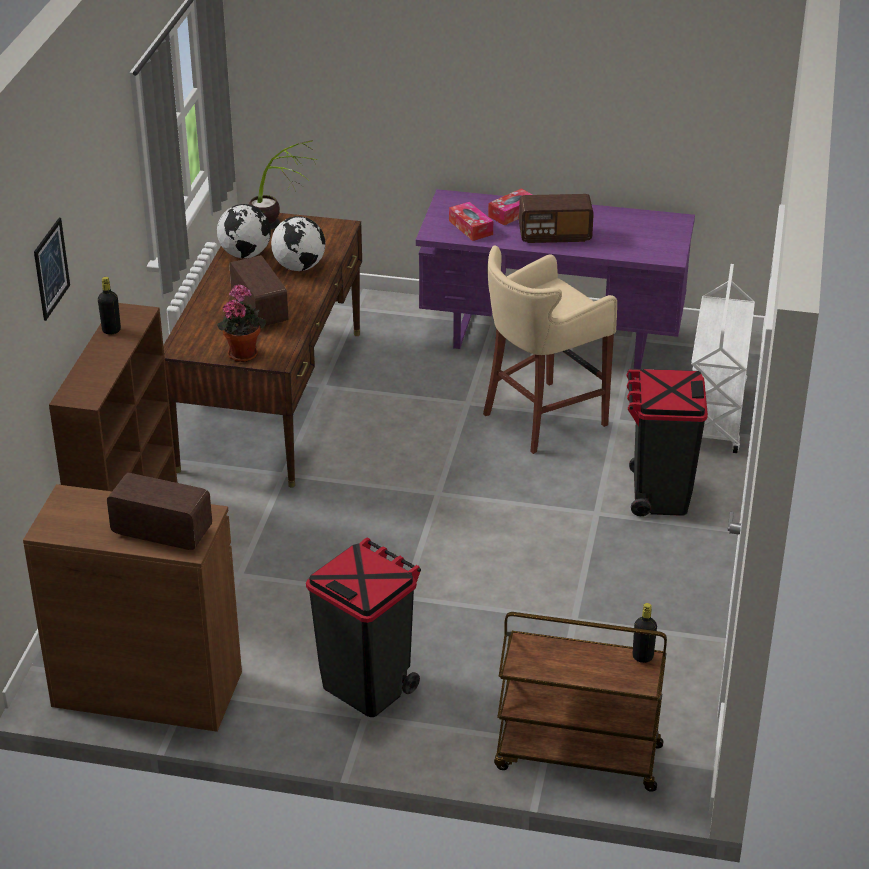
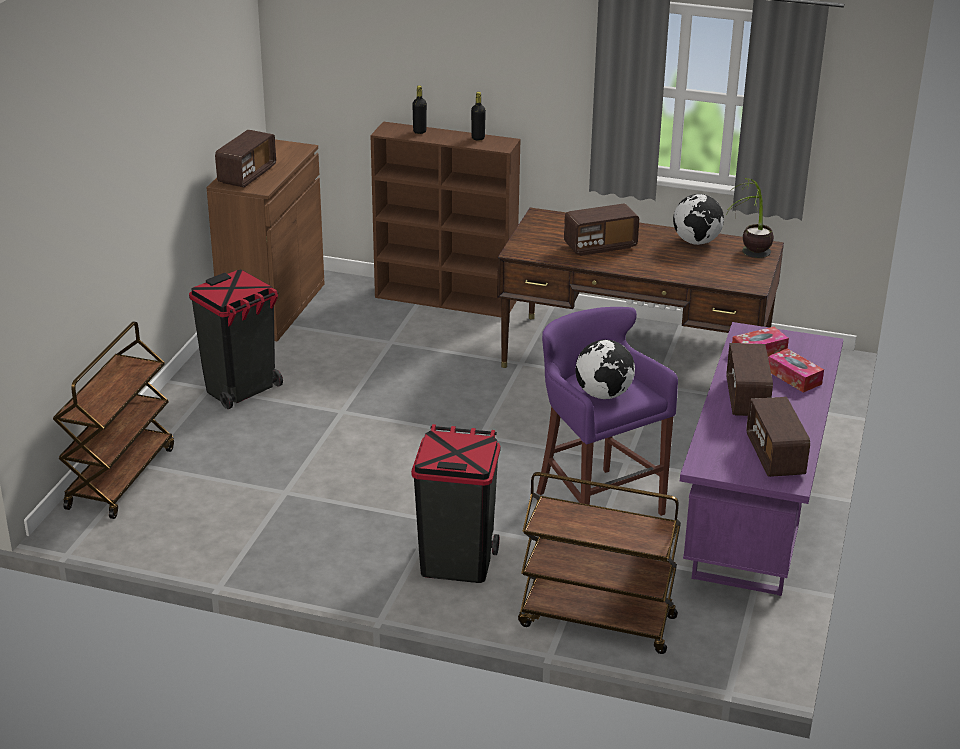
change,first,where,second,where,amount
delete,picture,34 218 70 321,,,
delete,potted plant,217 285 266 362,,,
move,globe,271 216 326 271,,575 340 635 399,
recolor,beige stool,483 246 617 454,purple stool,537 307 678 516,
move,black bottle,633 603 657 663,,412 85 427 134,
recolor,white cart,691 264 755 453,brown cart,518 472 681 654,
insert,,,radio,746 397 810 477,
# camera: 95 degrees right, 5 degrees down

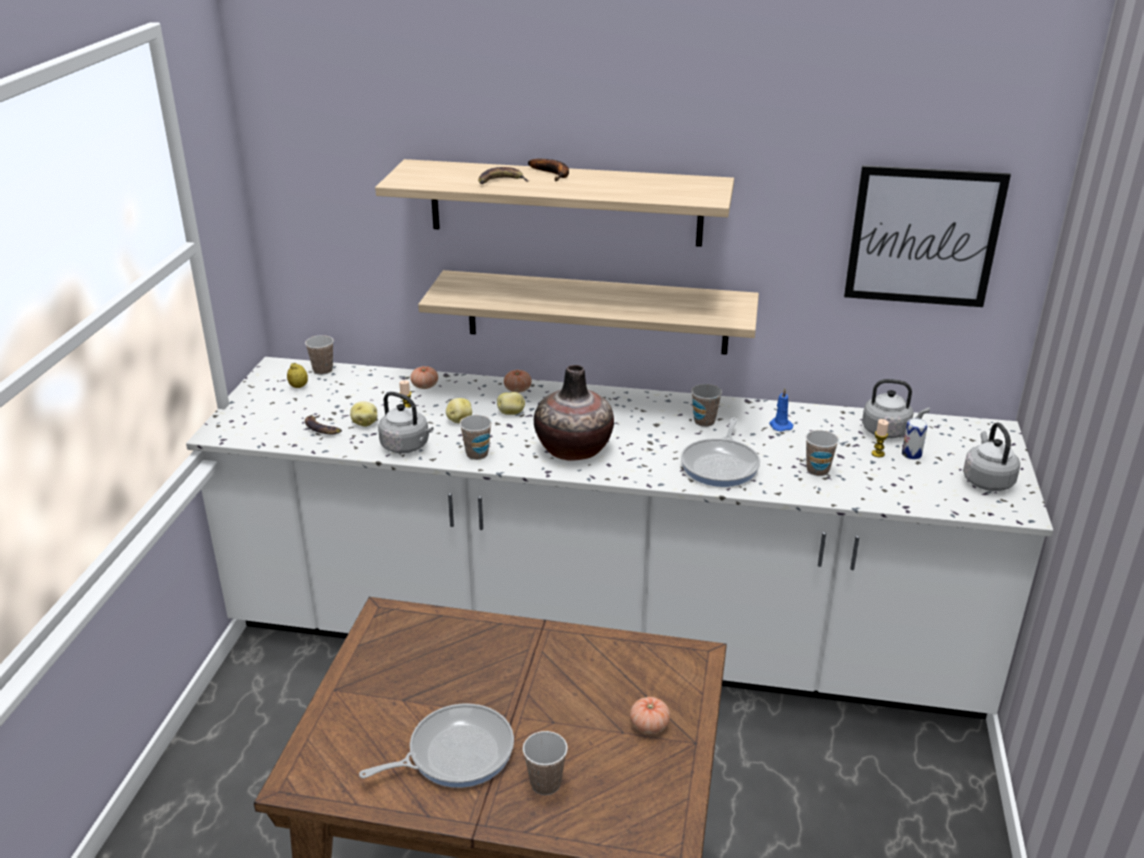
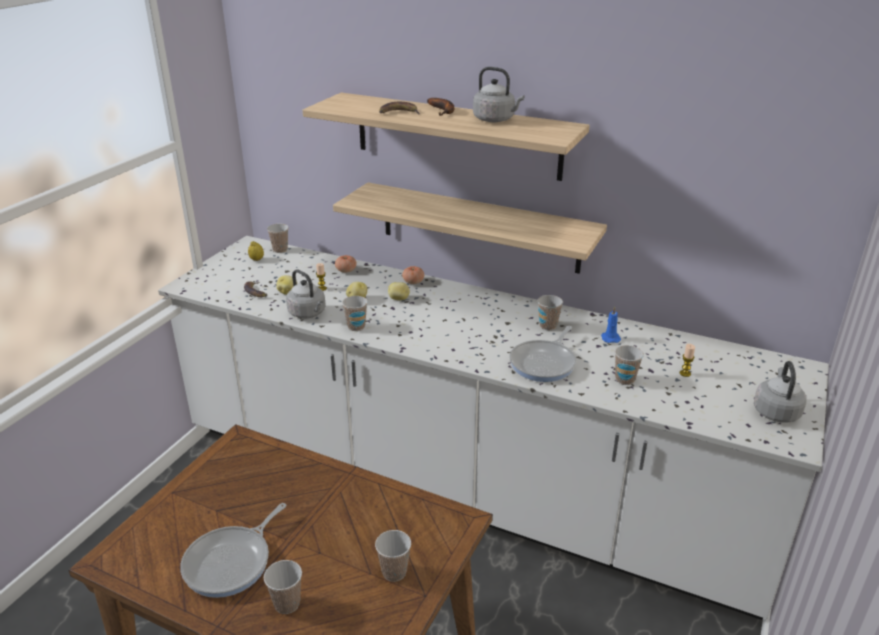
change,first,where,second,where,amount
rotate,frying pan,359 704 514 788,,180 503 286 598,135 degrees clockwise
delete,vase,534 365 614 461,,,
replace,tomato,630 697 670 734,cup,375 530 411 582,
delete,picture,844 165 1011 307,,,
move,grey kettle,862 379 930 438,,473 67 525 122,
delete,can,902 418 928 459,,,
# camera: 15 degrees right, 0 degrees up

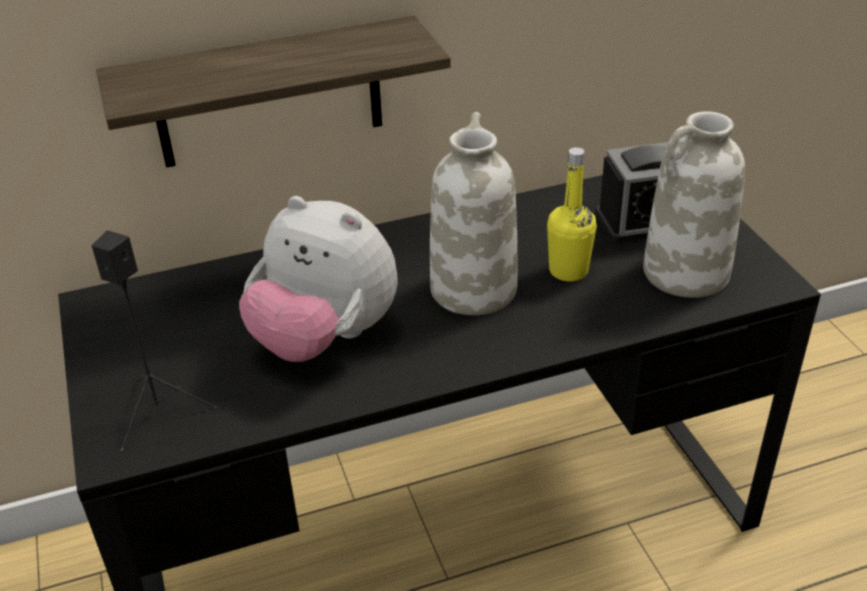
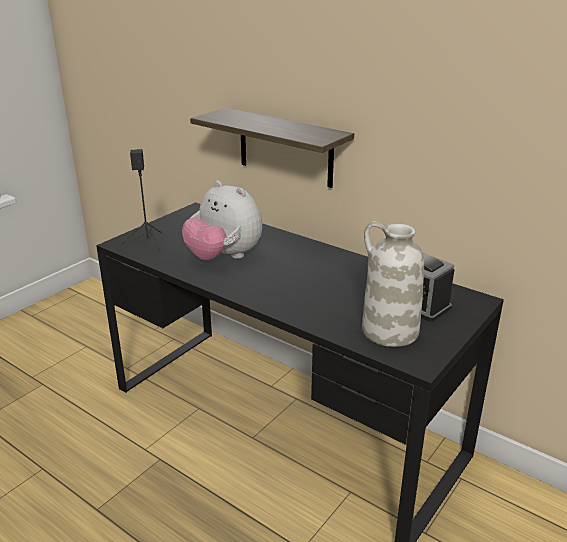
change,first,where,second,where,amount
rotate,plush toy,239 196 398 362,,182 181 262 260,45 degrees counterclockwise
delete,white vase,430 112 518 315,,,
delete,yellow bottle,547 147 597 282,,,
# camera: 55 degrees right, 10 degrees down

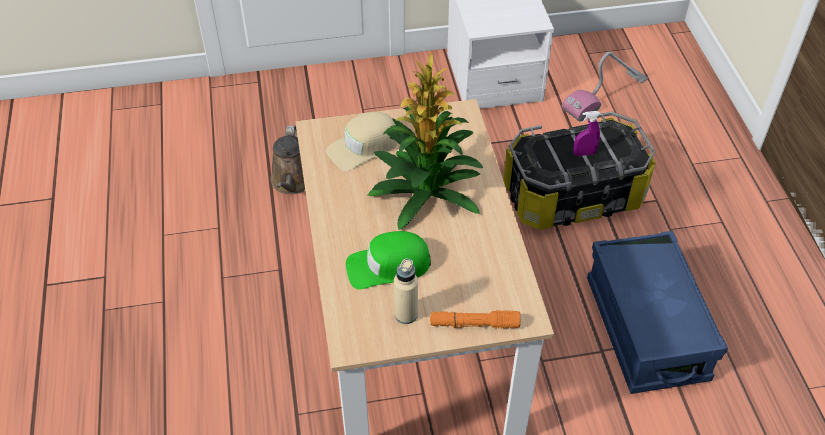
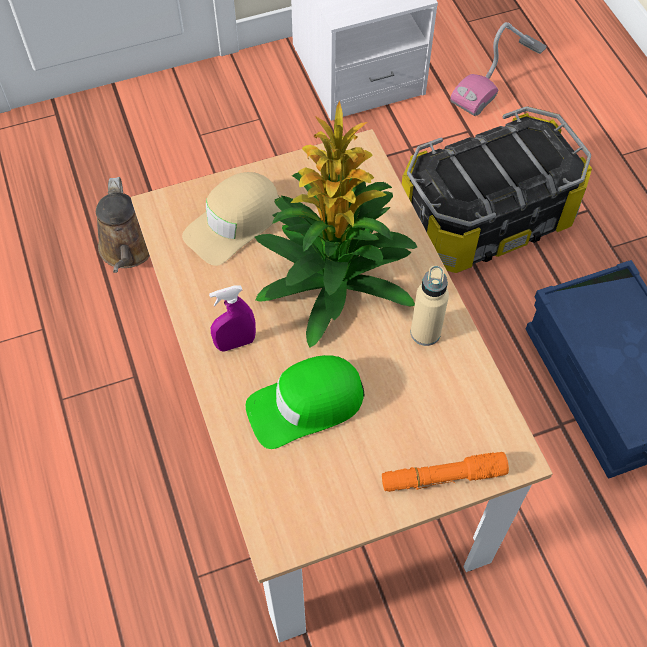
change,first,where,second,where,amount
move,beige bottle,394 258 418 324,,411 266 449 346,
move,purple spray bottle,573 111 600 156,,209 285 256 351,
# camera: 10 degrees left, 10 degrees up

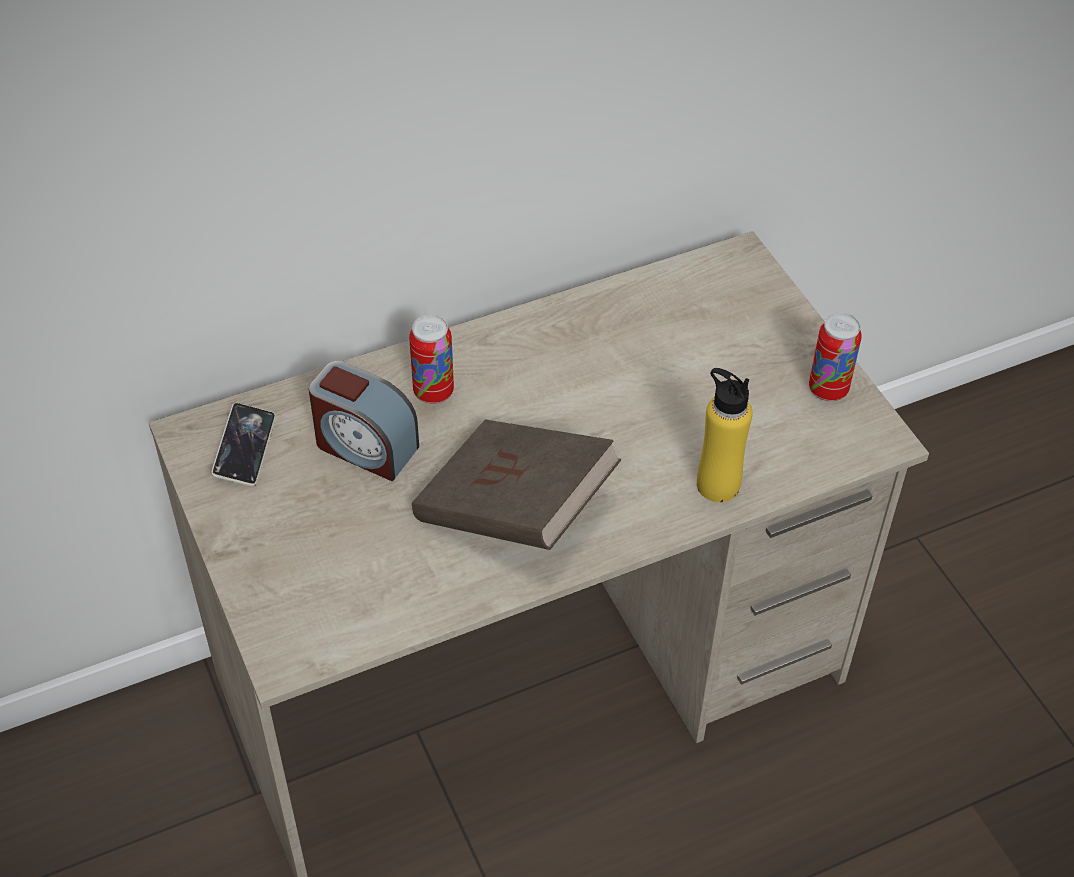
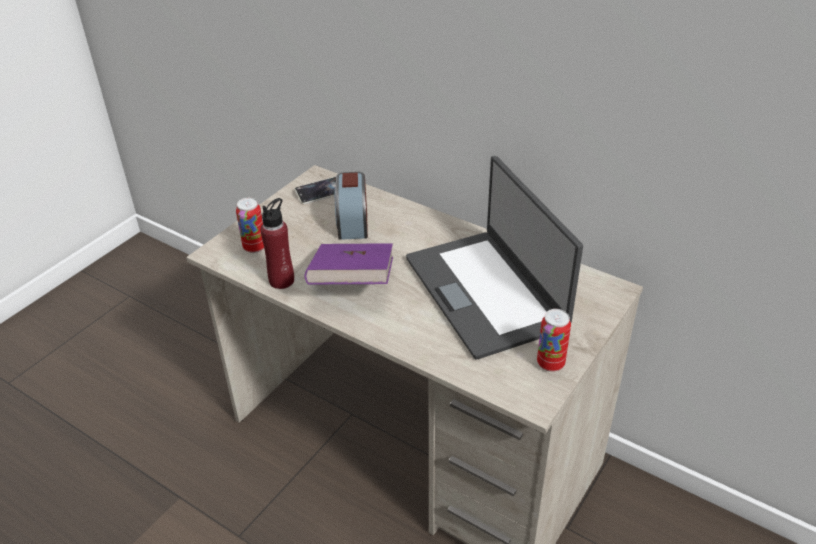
change,first,where,second,where,amount
move,can,409 315 454 404,,236 198 264 253,
recolor,brown book,412 420 621 550,purple book,305 243 393 284,
delete,yellow bottle,697 368 753 502,,,
insert,,,red bottle,260 198 294 289,
insert,,,laptop,406 156 583 360,
# camera: 60 degrees right, 10 degrees down

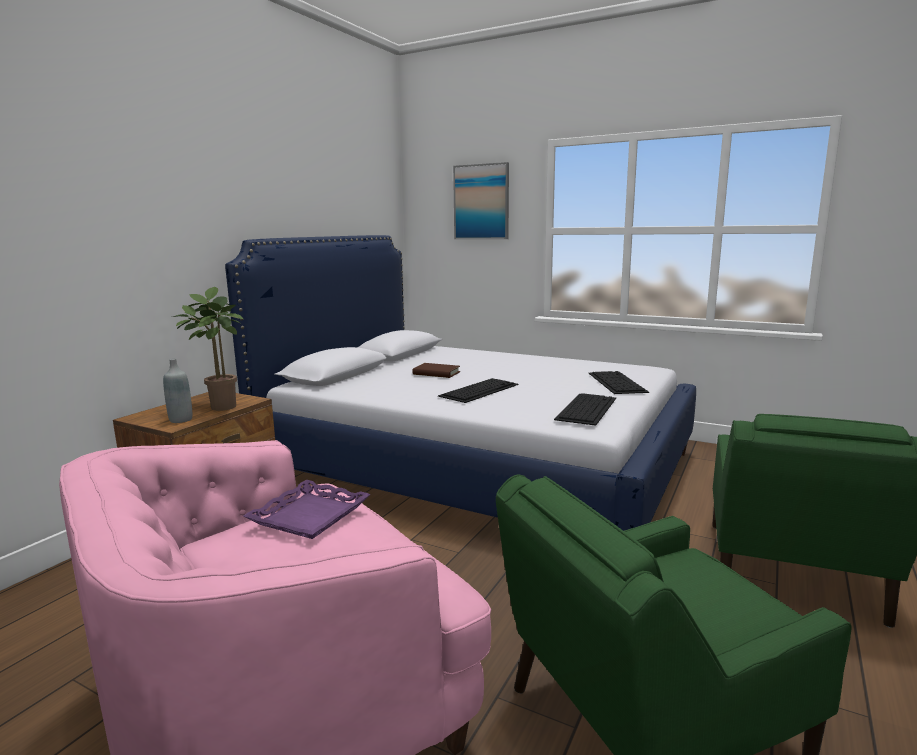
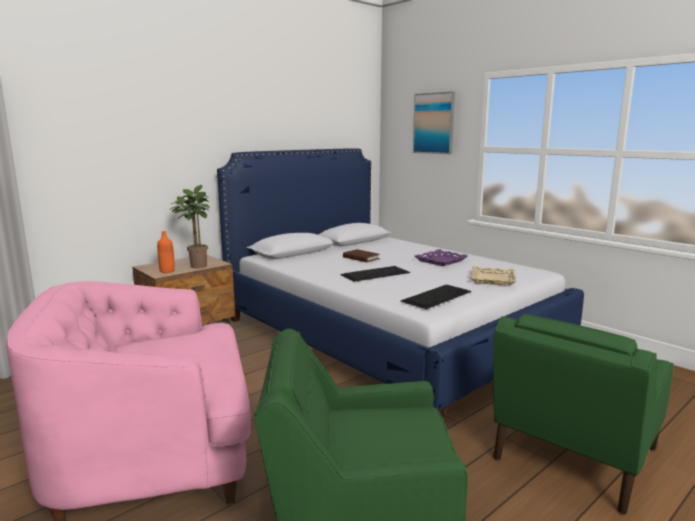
change,first,where,second,where,amount
recolor,grey bottle,163 358 192 423,orange bottle,157 231 175 273,
move,purple tray,243 480 370 539,,415 249 468 266,
replace,keyboard,589 371 649 394,beige tray,471 266 516 286,
# camera: 20 degrees right, 0 degrees up

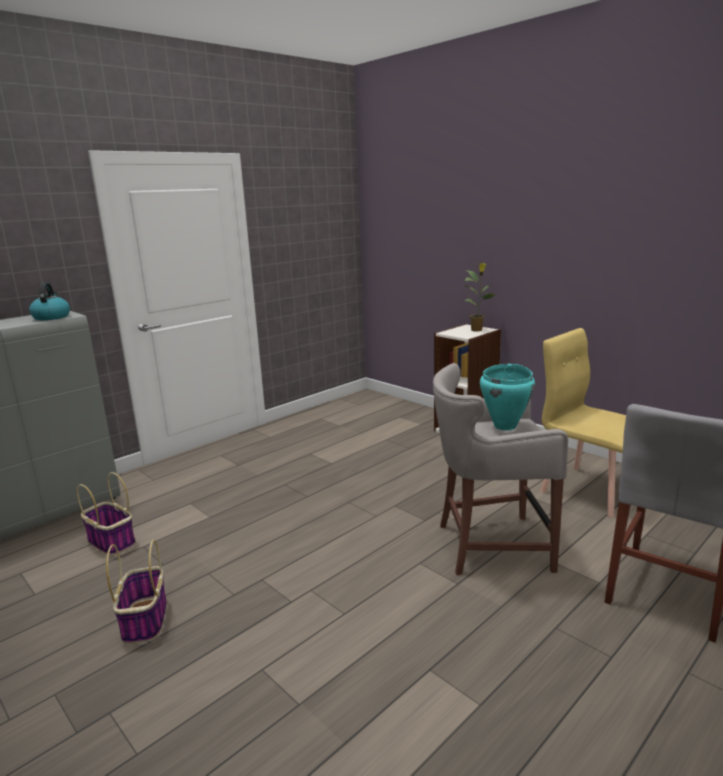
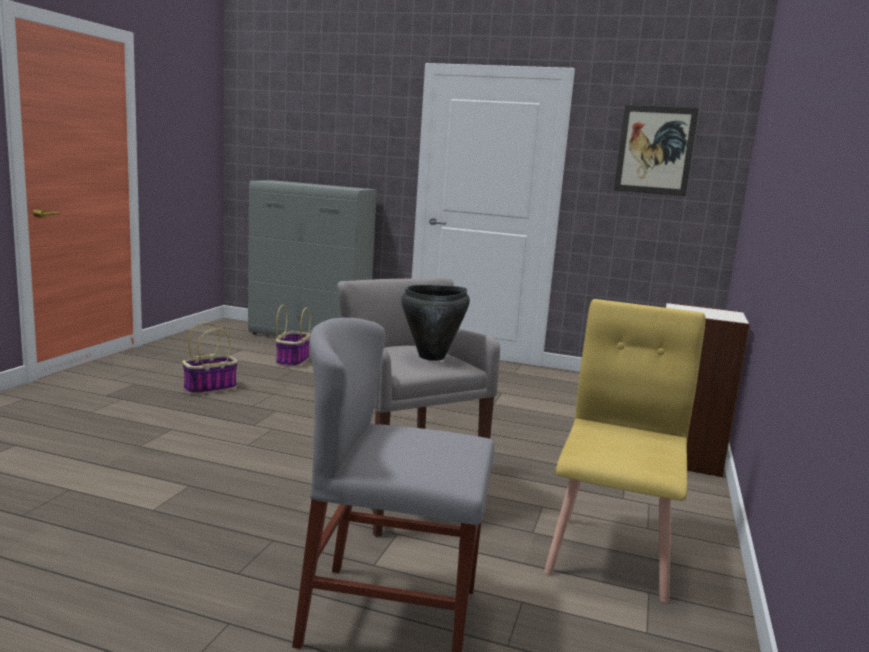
change,first,where,second,where,amount
delete,kettle,29 283 70 320,,,
delete,potted plant,463 263 495 331,,,
recolor,turquoise cooking pot,480 364 535 430,black cooking pot,401 285 470 361,
insert,,,picture,614 105 699 196,
# camera: 60 degrees right, 5 degrees down

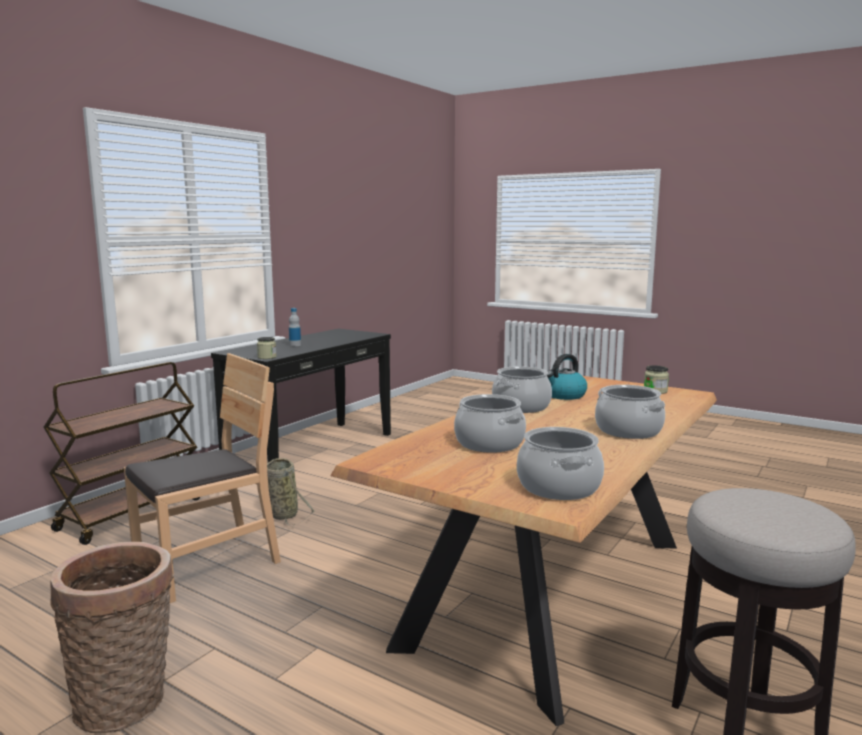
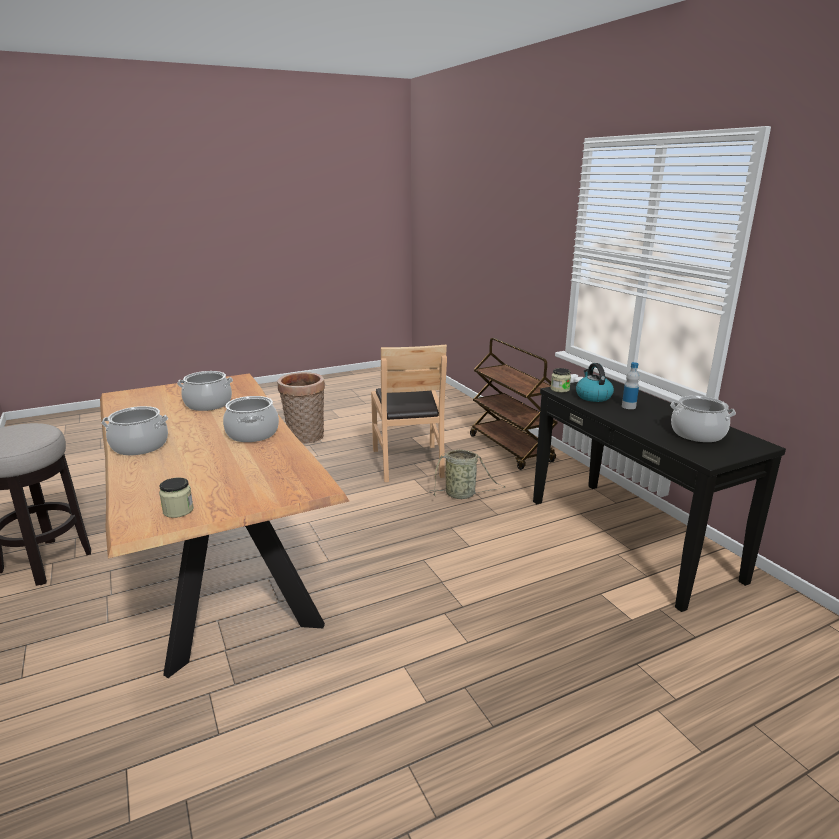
change,first,where,second,where,amount
move,cooking pot,517 427 604 500,,670 396 736 442,
move,kettle,547 354 587 400,,576 363 614 402,
# camera: 120 degrees right, 10 degrees up

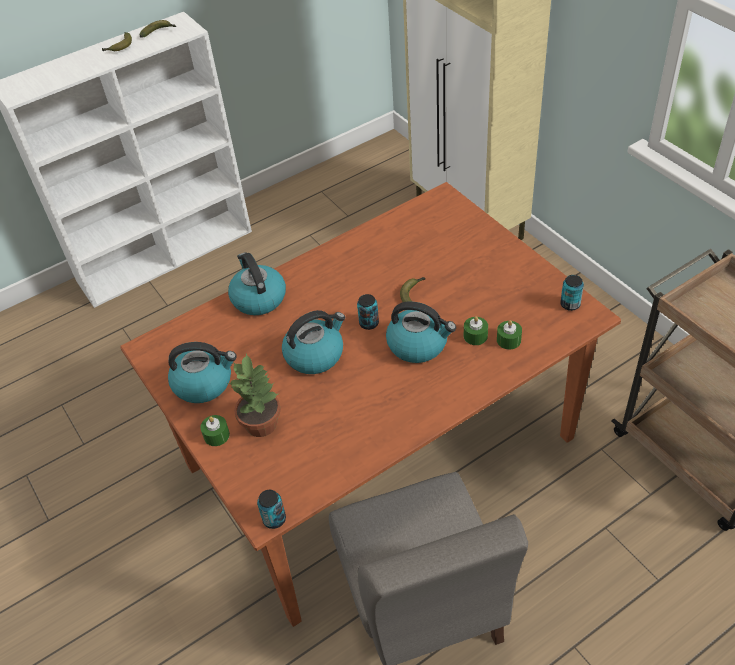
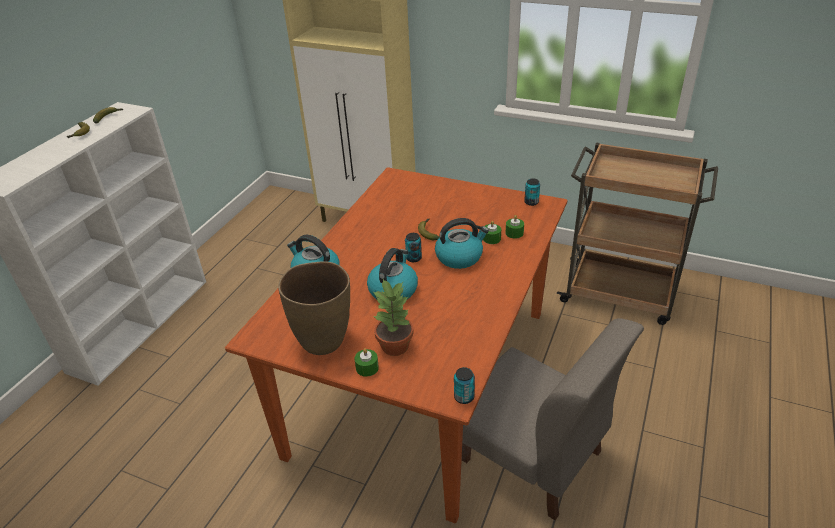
change,first,where,second,where,amount
replace,kettle,168 342 237 403,brown vase,278 261 350 355,
# camera: 35 degrees left, 10 degrees down

